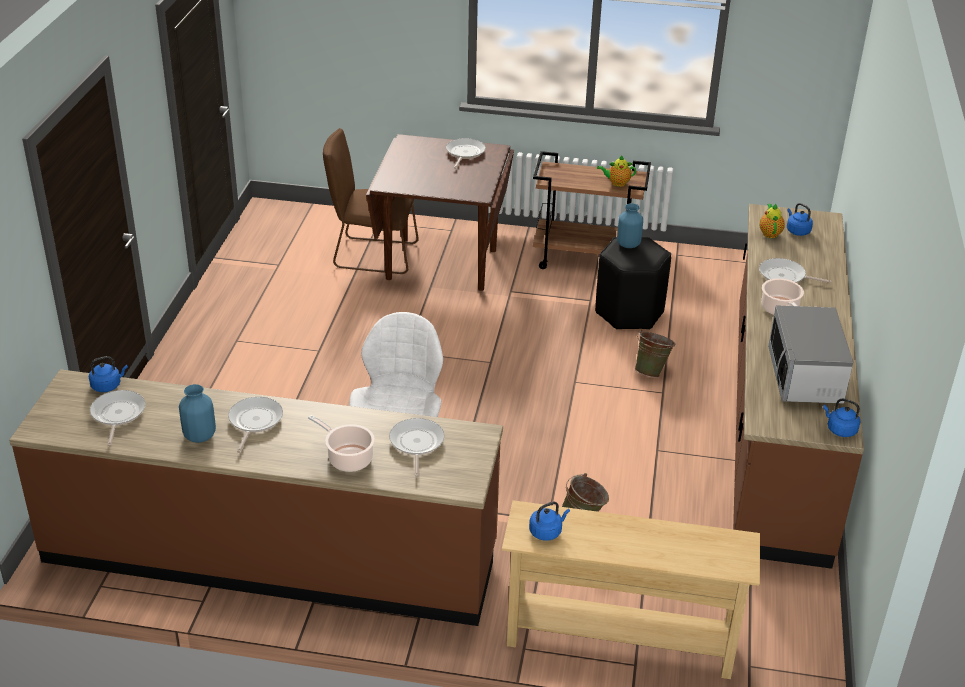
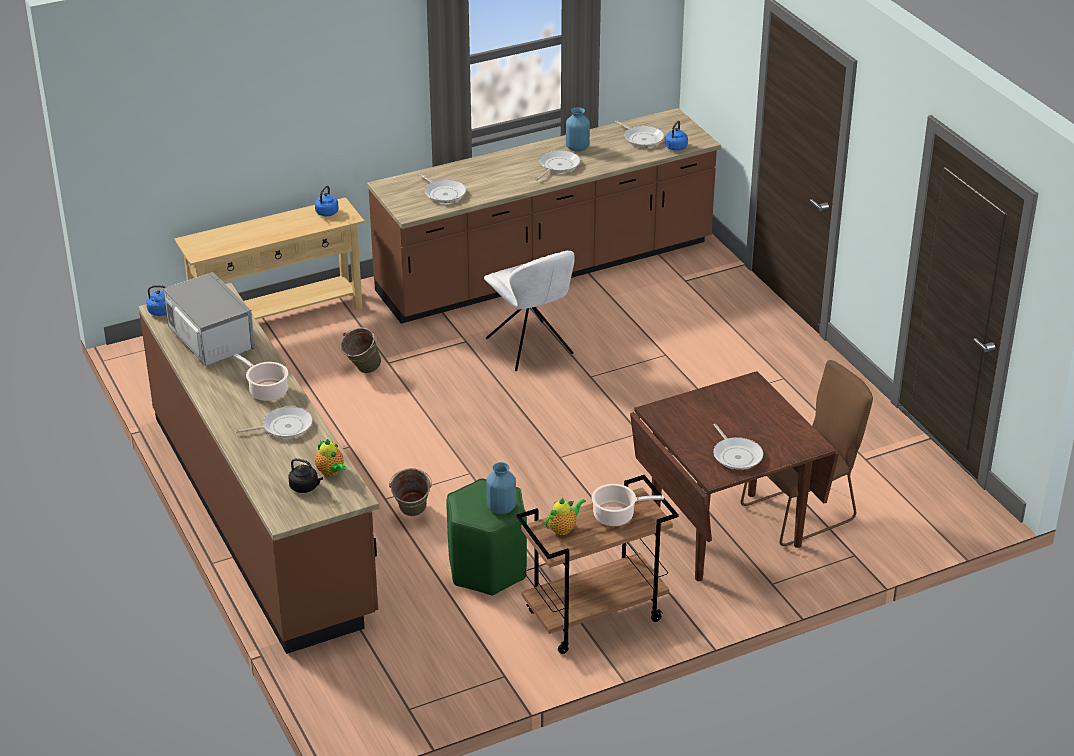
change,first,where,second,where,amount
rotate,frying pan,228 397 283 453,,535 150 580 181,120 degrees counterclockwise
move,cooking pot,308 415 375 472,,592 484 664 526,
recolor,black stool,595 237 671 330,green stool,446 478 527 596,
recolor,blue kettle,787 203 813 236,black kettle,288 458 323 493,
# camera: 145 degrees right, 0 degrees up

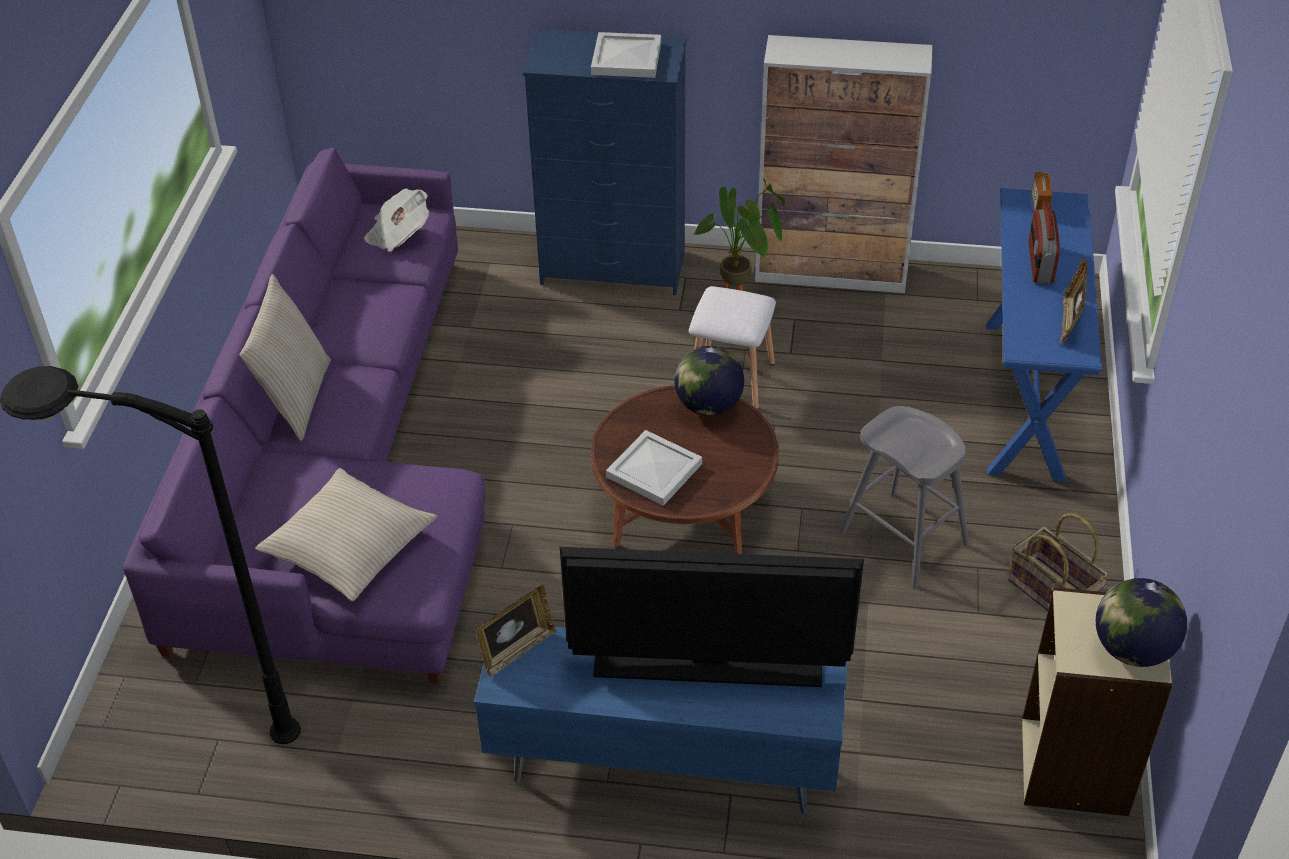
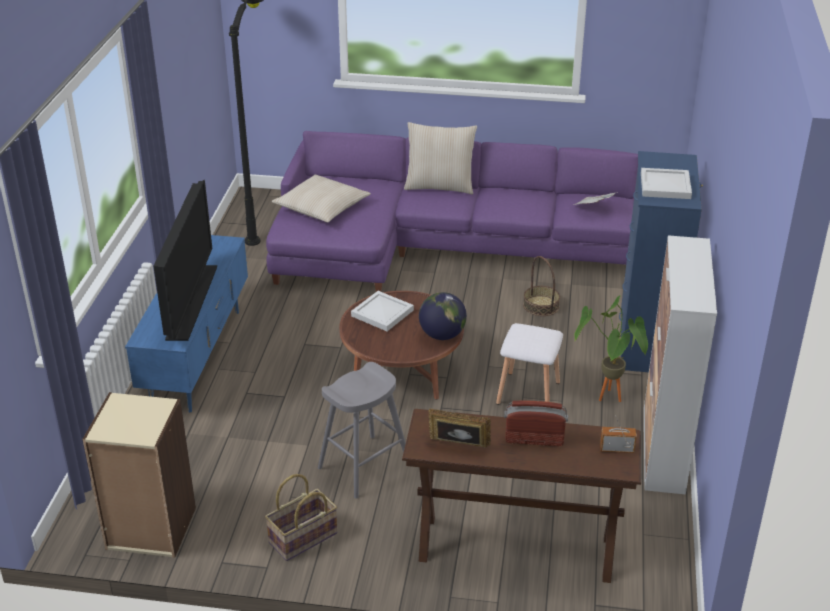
change,first,where,second,where,amount
delete,picture frame,476 585 556 677,,,
recolor,blue console table,986 188 1102 482,brown console table,402 409 641 583,
delete,globe,1096 578 1187 667,,,
insert,,,basket,523 256 560 316,
# camera: 90 degrees right, 10 degrees down

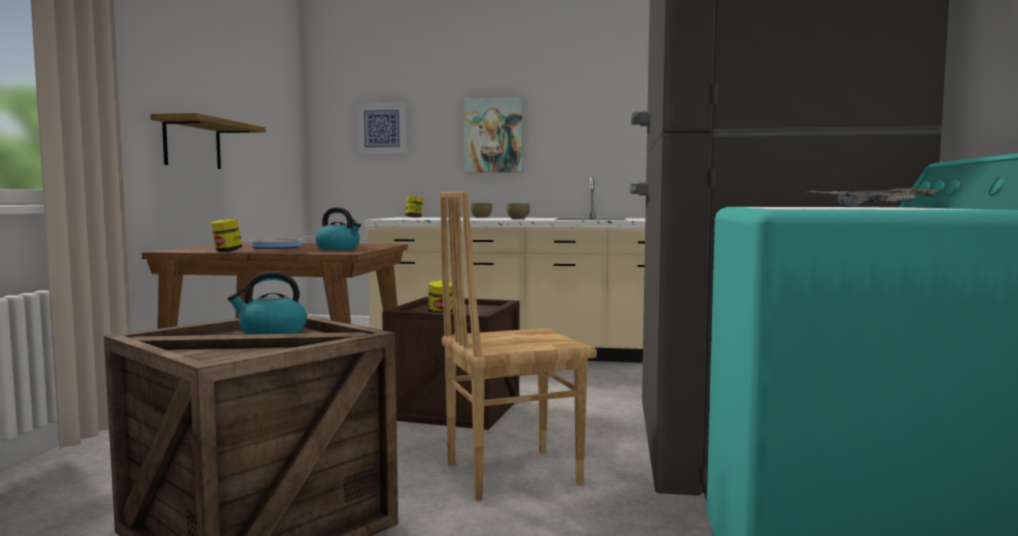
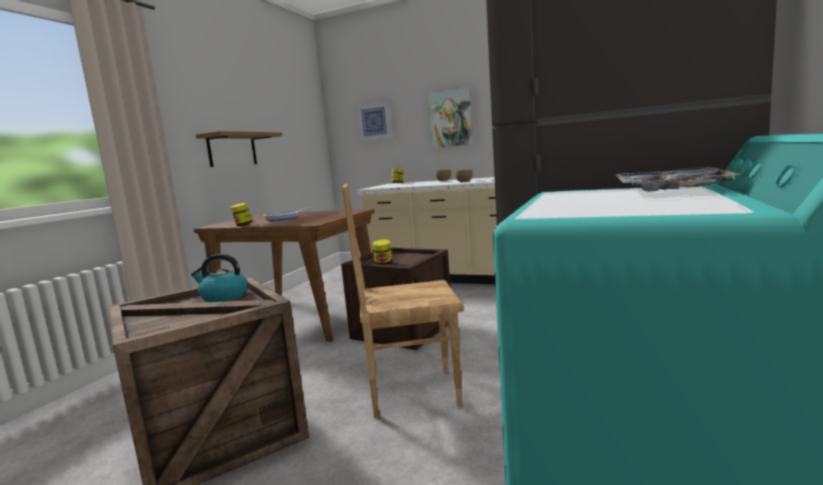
change,first,where,second,where,amount
delete,kettle,315 207 361 250,,,
# camera: 15 degrees right, 5 degrees up

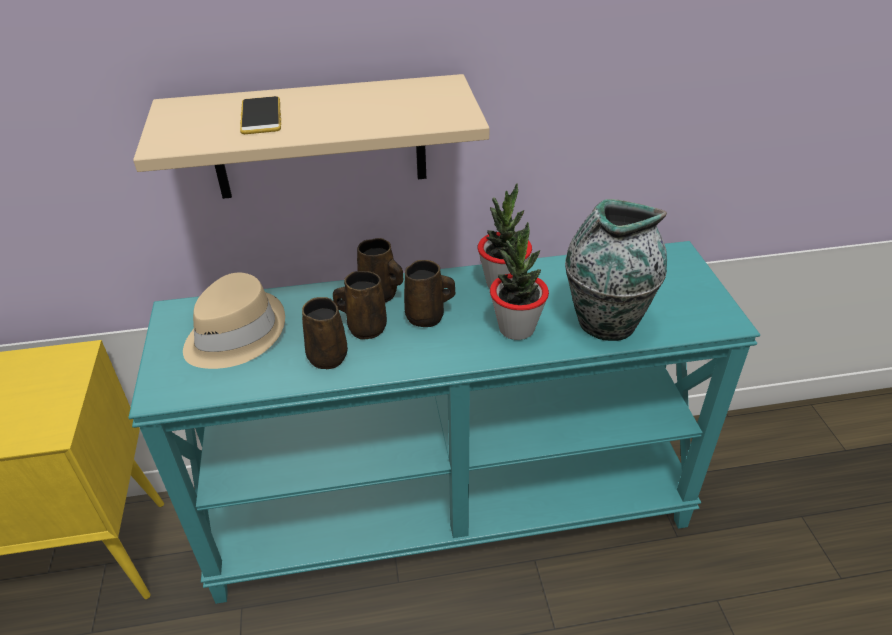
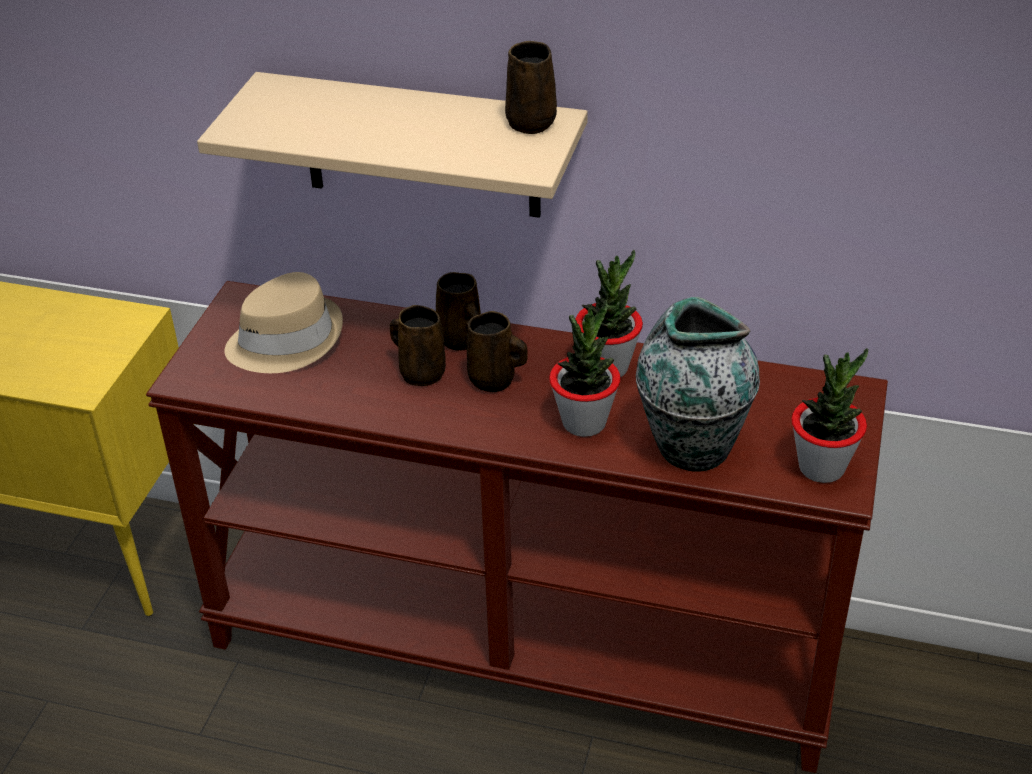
change,first,where,second,where,amount
recolor,turquoise console table,129 241 760 604,brown console table,146 281 888 773,
delete,phone,240 96 281 134,,,
move,brown mug,302 297 348 369,,505 41 557 134,
insert,,,potted plant,791 348 868 483,
# camera: 25 degrees right, 0 degrees up

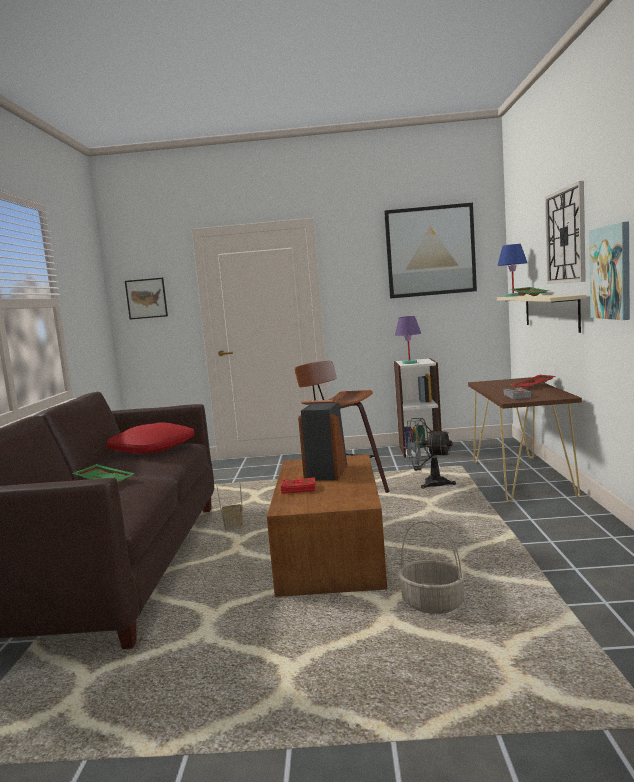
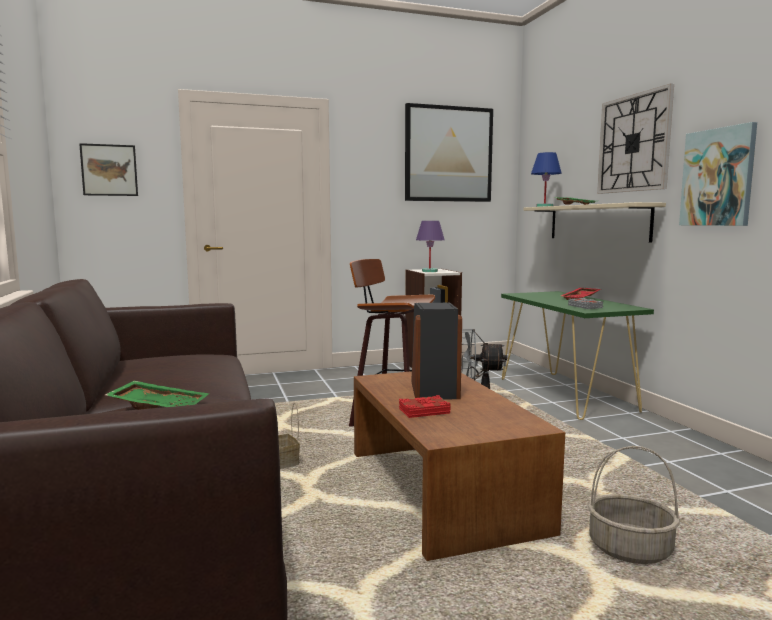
change,first,where,second,where,amount
delete,red pillow,107 423 195 454,,,
recolor,brown console table,468 377 582 502,green console table,501 291 654 420,
# camera: 20 degrees left, 0 degrees up

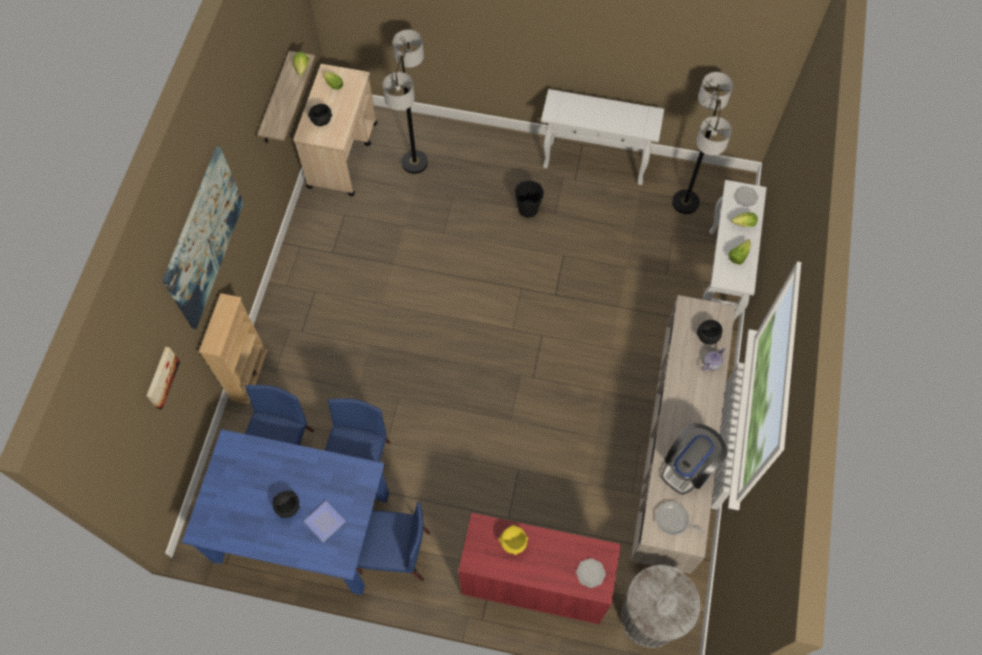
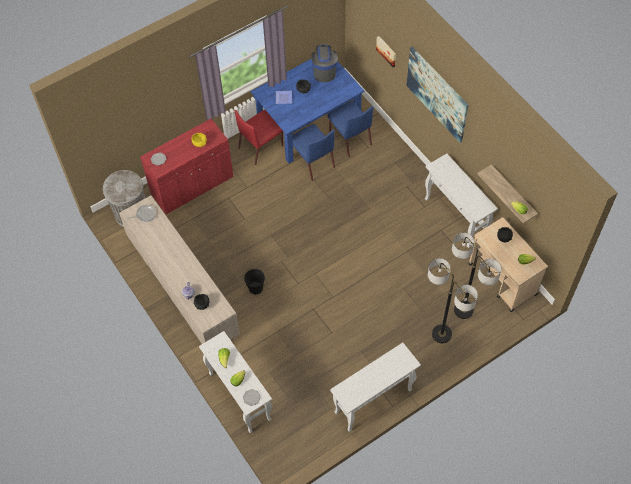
change,first,where,second,where,amount
delete,beige bookcase,199 293 268 404,,,
recolor,blue chair,357 502 430 581,red chair,235 110 283 165,
move,black bucket,515 180 544 218,,244 268 265 294,
move,coffee machine,661 423 727 495,,311 44 338 82,
move,floor lamp,672 72 733 214,,428 258 478 343,
insert,,,white console table,425 153 498 248,
# camera: 135 degrees right, 5 degrees down

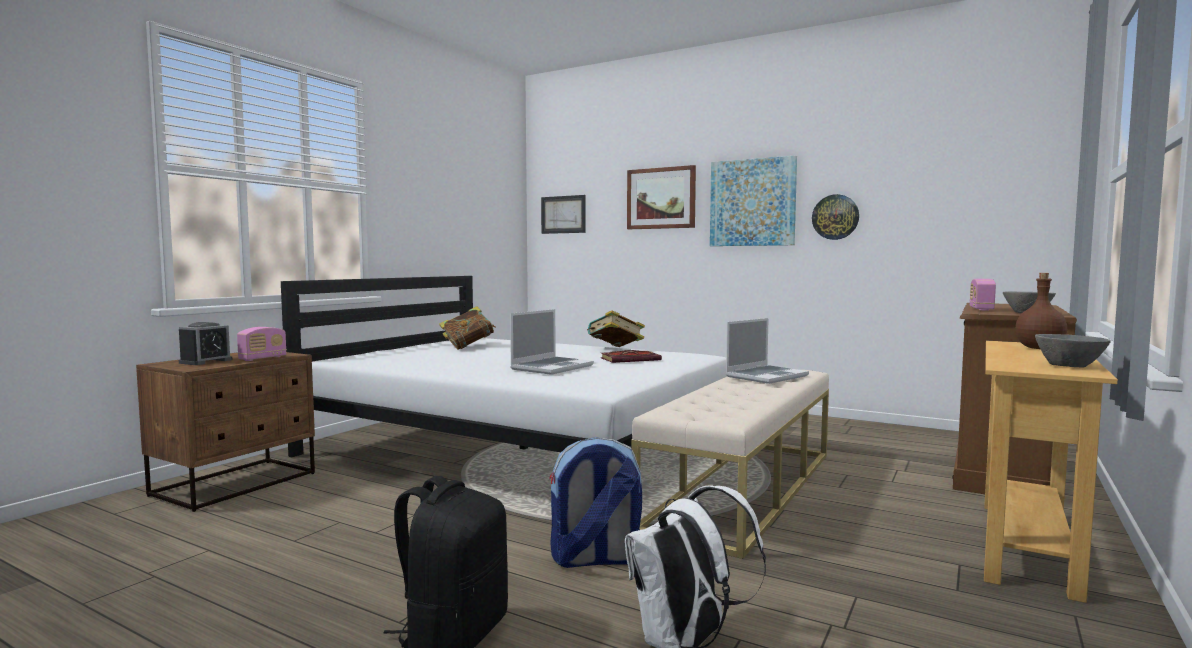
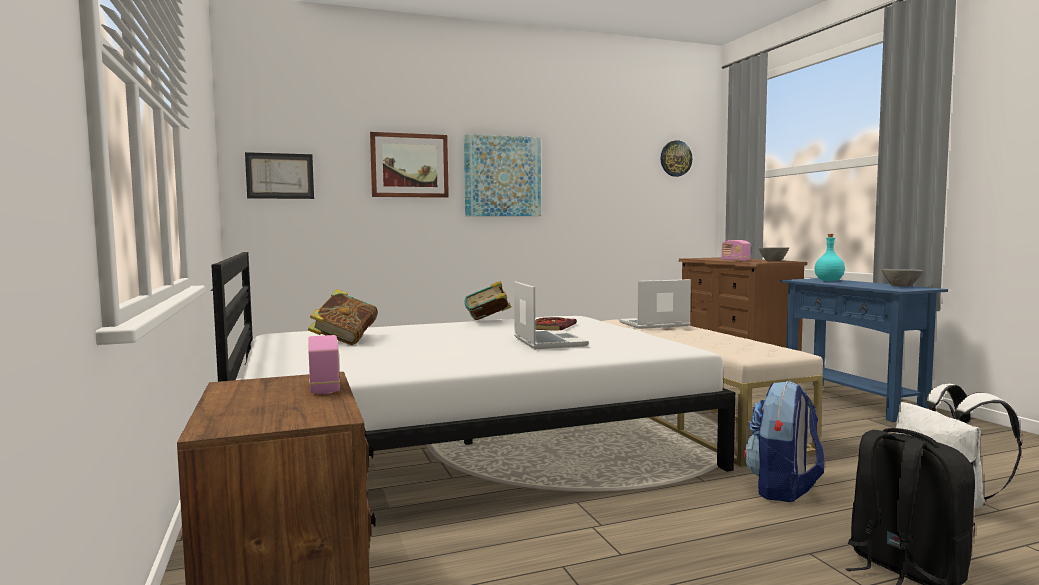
change,first,where,second,where,amount
delete,alarm clock,179 322 232 365,,,
rotate,laptop,725 318 809 384,,619 279 691 329,105 degrees counterclockwise
move,wall clock,812 194 859 240,,661 140 692 177,
recolor,beige console table,984 341 1118 603,blue console table,780 278 948 422,
recolor,brown bottle,1015 273 1067 349,turquoise bottle,814 234 845 281,
# camera: 50 degrees left, 0 degrees up

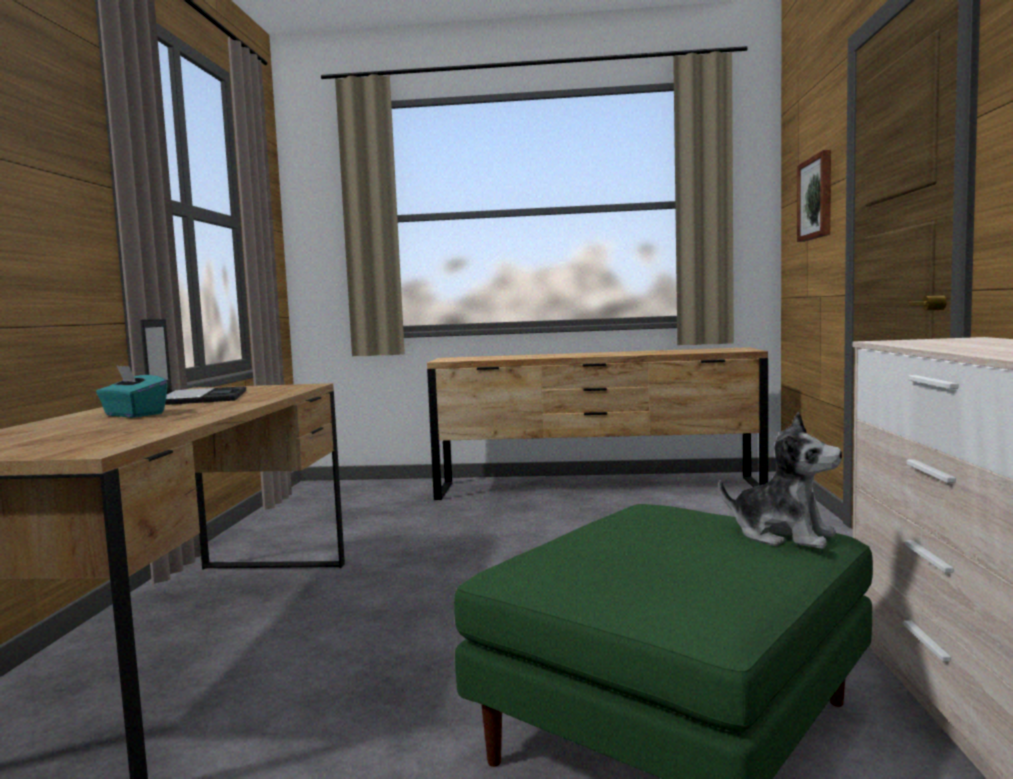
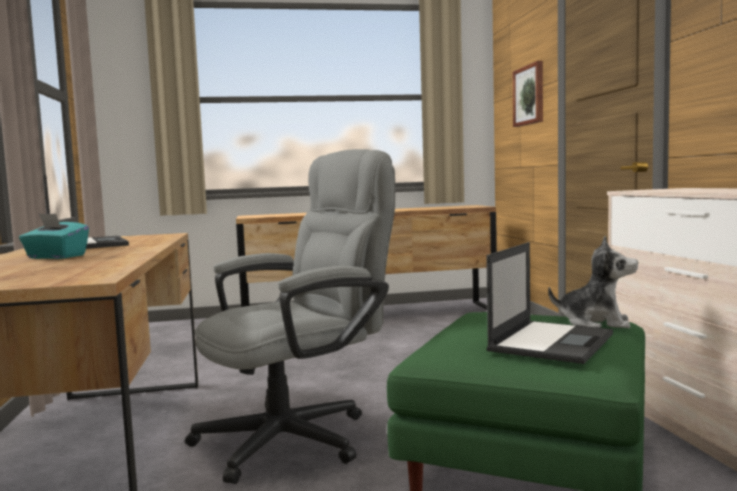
change,first,where,second,where,amount
insert,,,grey office chair,185 149 395 484,
insert,,,laptop,486 242 613 364,
# camera: 15 degrees left, 0 degrees up

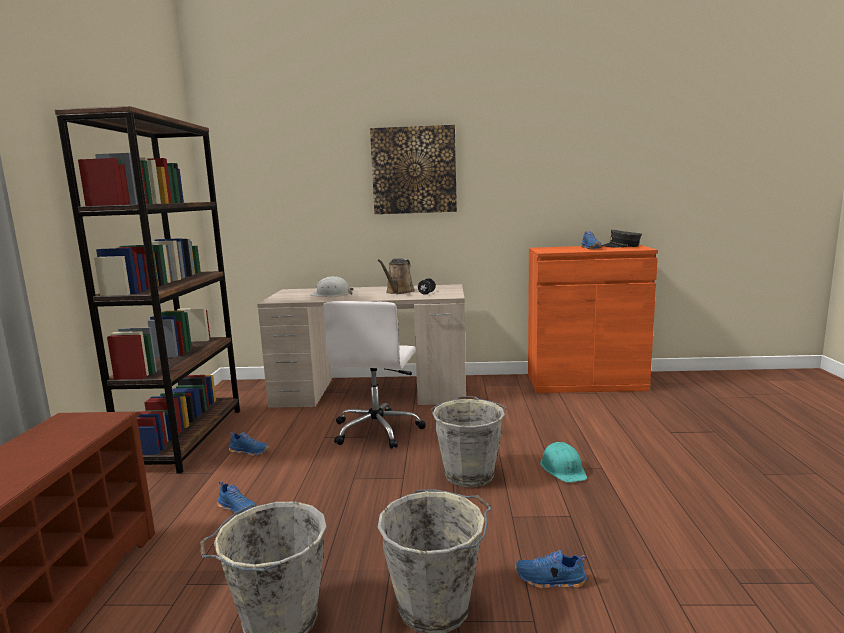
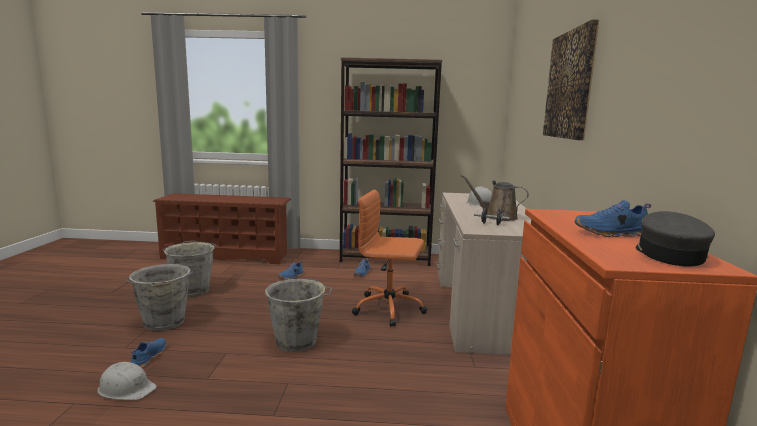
change,first,where,second,where,amount
recolor,white office chair,323 301 426 449,orange office chair,352 189 427 327,
delete,turquoise hard hat,540 442 587 483,,,
insert,,,white hard hat,97 362 157 400,
# camera: 90 degrees right, 0 degrees up

